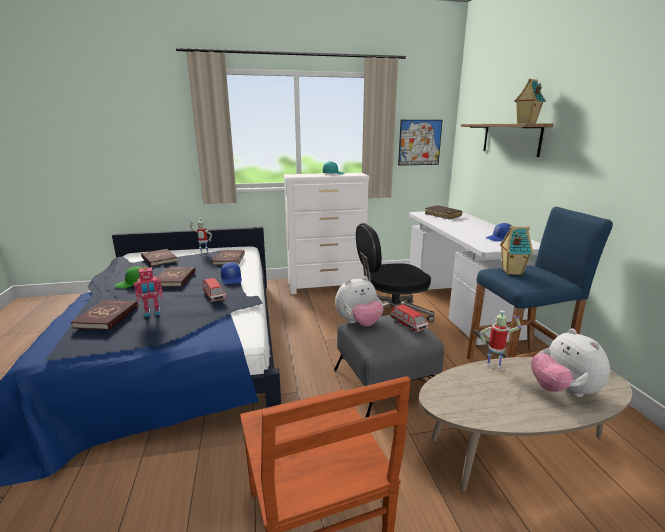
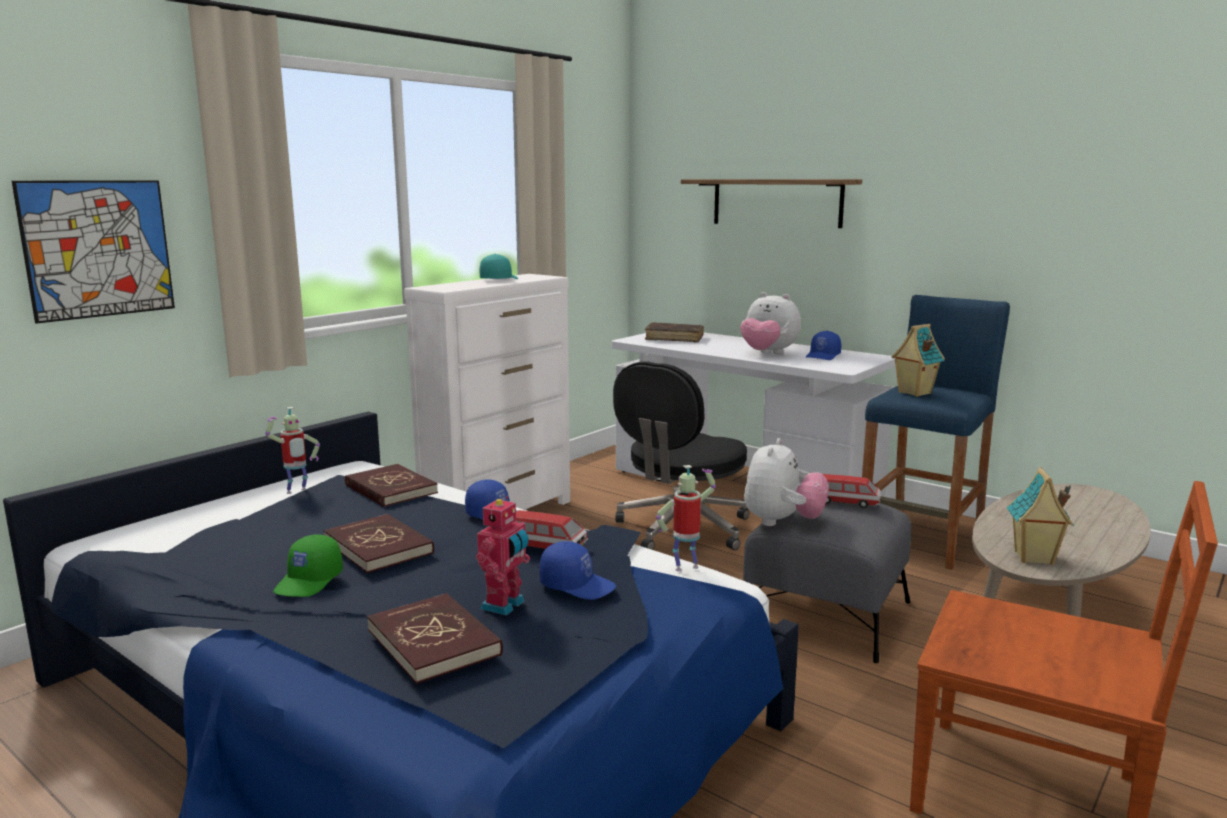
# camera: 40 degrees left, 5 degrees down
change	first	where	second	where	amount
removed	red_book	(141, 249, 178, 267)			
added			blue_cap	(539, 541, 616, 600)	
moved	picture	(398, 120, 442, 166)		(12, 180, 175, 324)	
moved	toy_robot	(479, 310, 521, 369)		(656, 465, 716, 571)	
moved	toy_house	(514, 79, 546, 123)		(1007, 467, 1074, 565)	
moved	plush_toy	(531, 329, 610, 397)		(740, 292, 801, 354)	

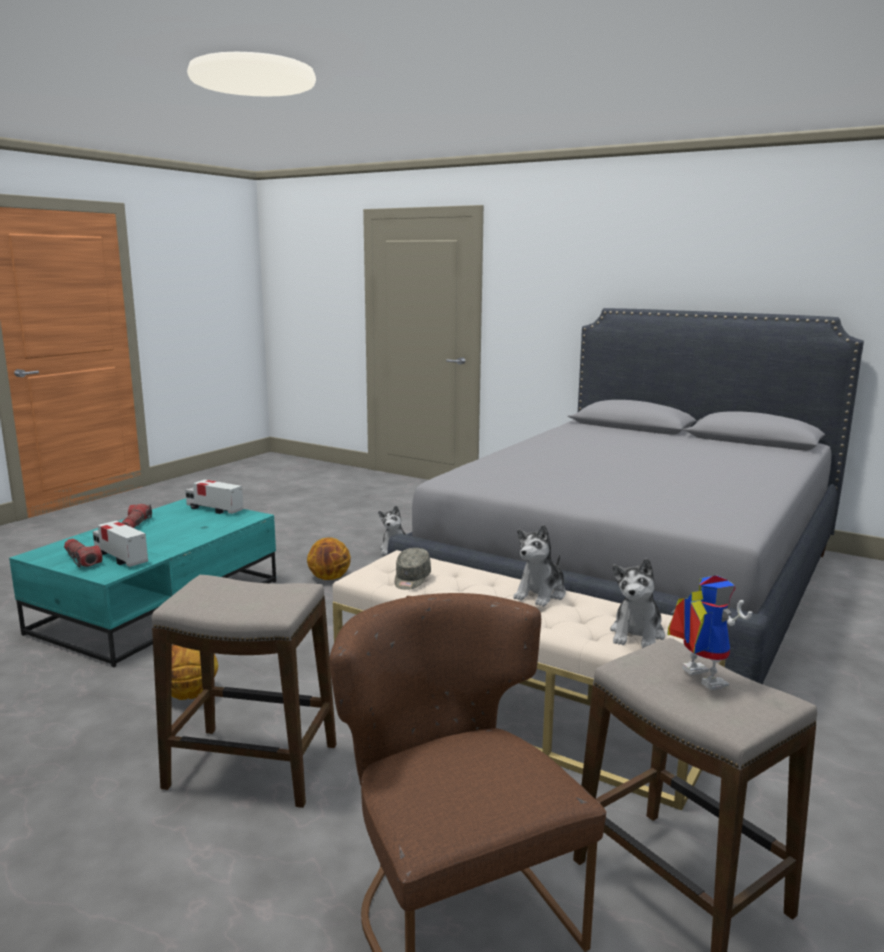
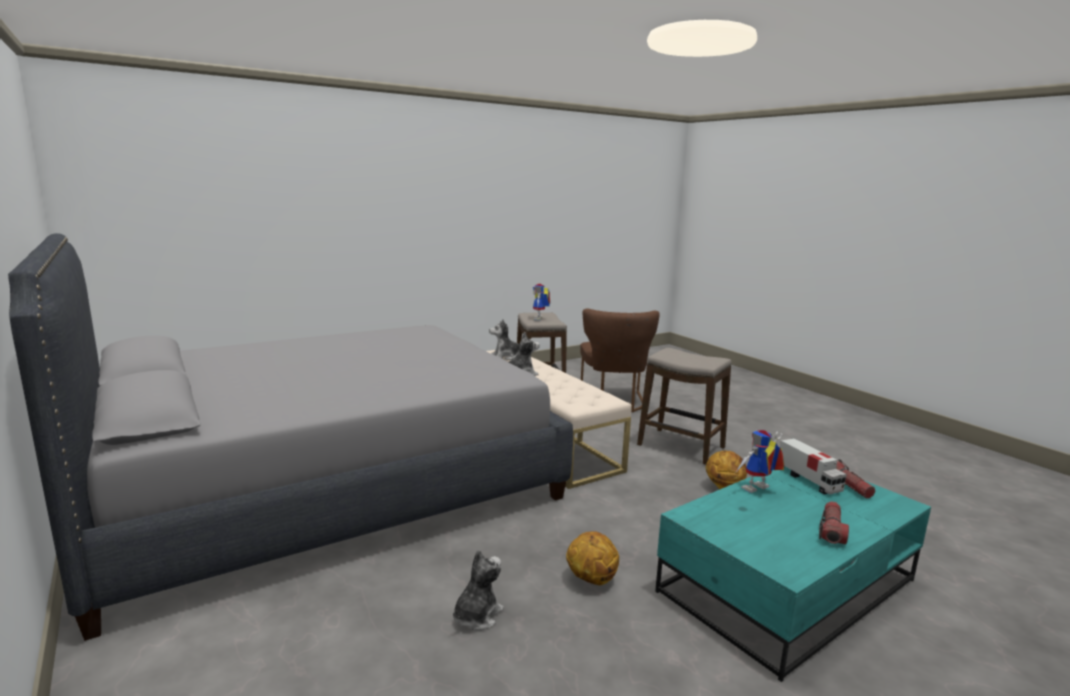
# camera: 155 degrees left, 0 degrees up
change	first	where	second	where	amount
removed	toy_truck	(185, 479, 243, 514)			
removed	grey_cap	(395, 548, 431, 590)			
added			toy_robot	(735, 430, 785, 493)	
turned	plush_toy	(610, 558, 665, 648)		(489, 319, 519, 360)	150 degrees counterclockwise

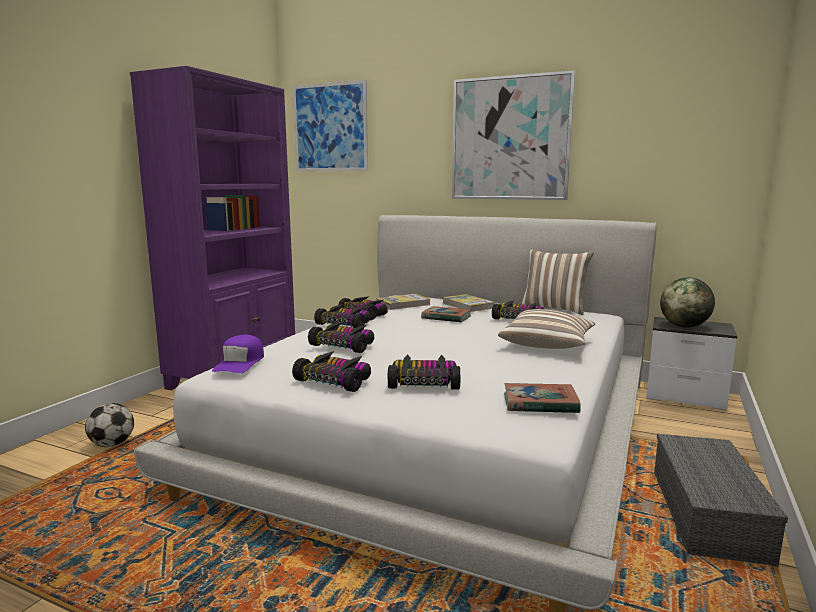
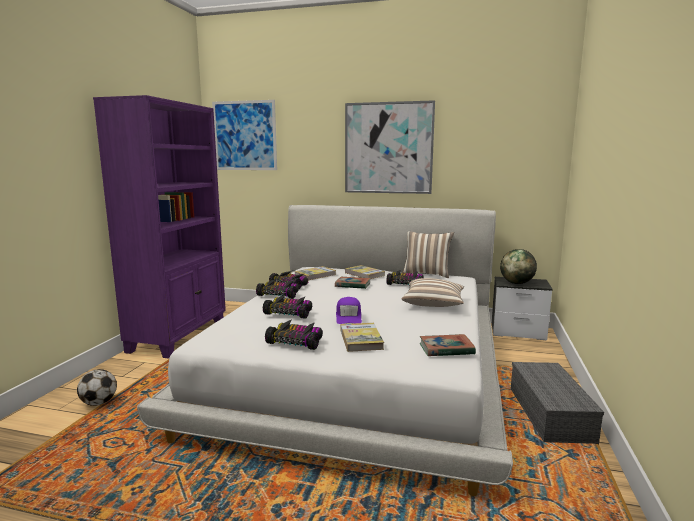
# camera: 10 degrees left, 0 degrees up
change	first	where	second	where	amount
moved	purple_cap	(212, 335, 264, 373)		(336, 297, 362, 324)	
replaced	toy_car	(388, 355, 460, 390)	book	(341, 323, 384, 352)	

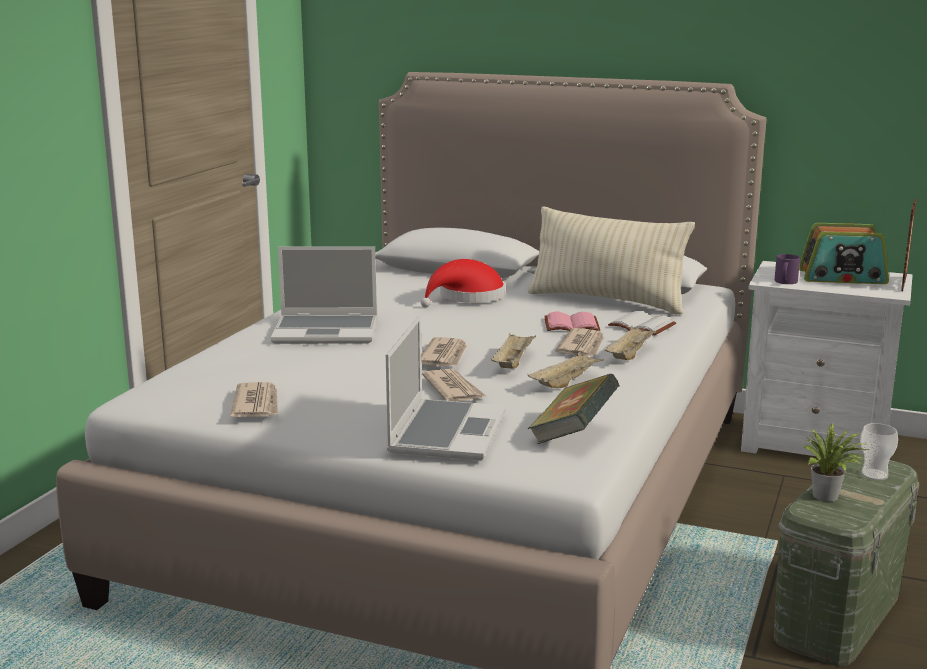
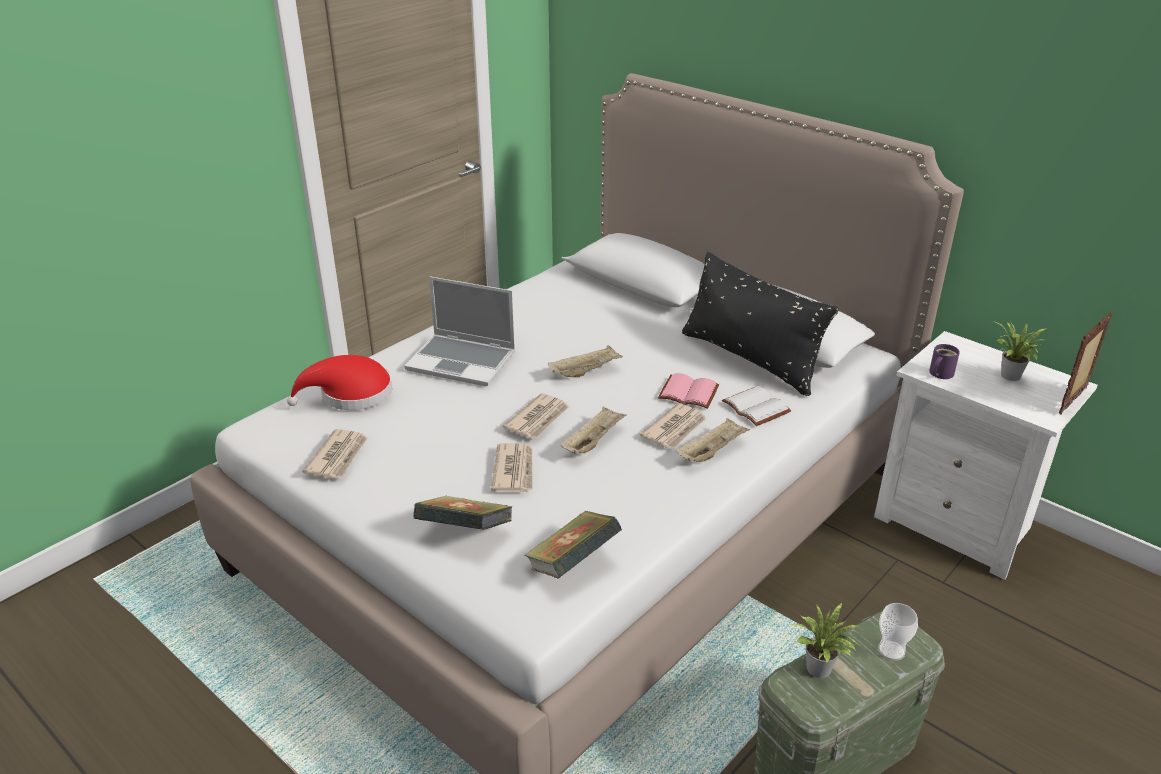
# camera: 20 degrees right, 15 degrees up
change	first	where	second	where	amount
moved	red_hat	(421, 259, 505, 307)		(287, 355, 392, 410)	
moved	beige_tray	(527, 352, 604, 388)		(548, 345, 623, 377)	
replaced	laptop	(386, 316, 506, 460)	book	(413, 496, 513, 530)	
replaced	radio	(799, 223, 889, 284)	potted_plant	(993, 321, 1047, 381)	
recoloured	beige_pillow	(528, 206, 695, 314)	black_pillow	(682, 252, 839, 396)	

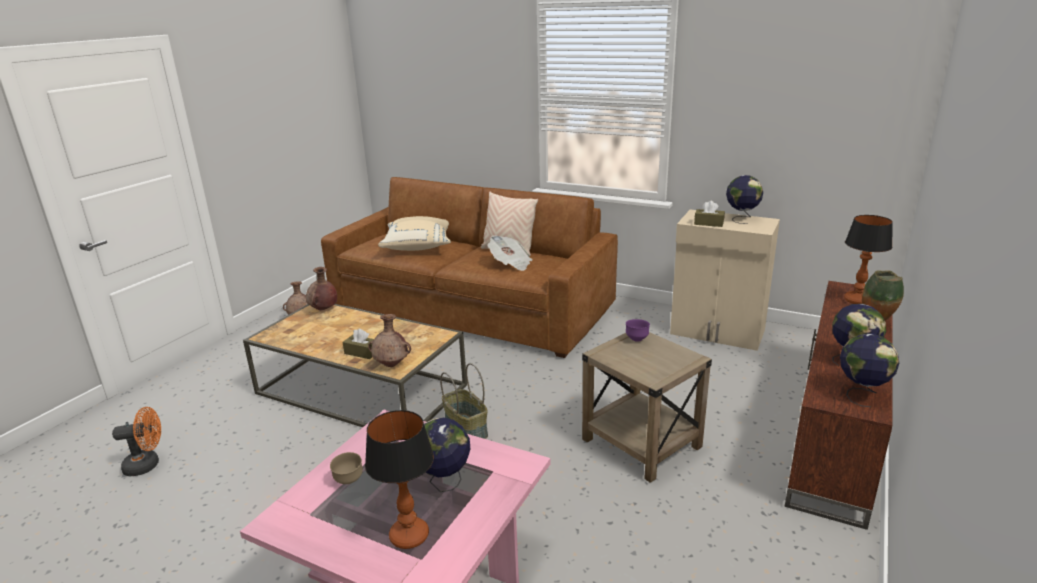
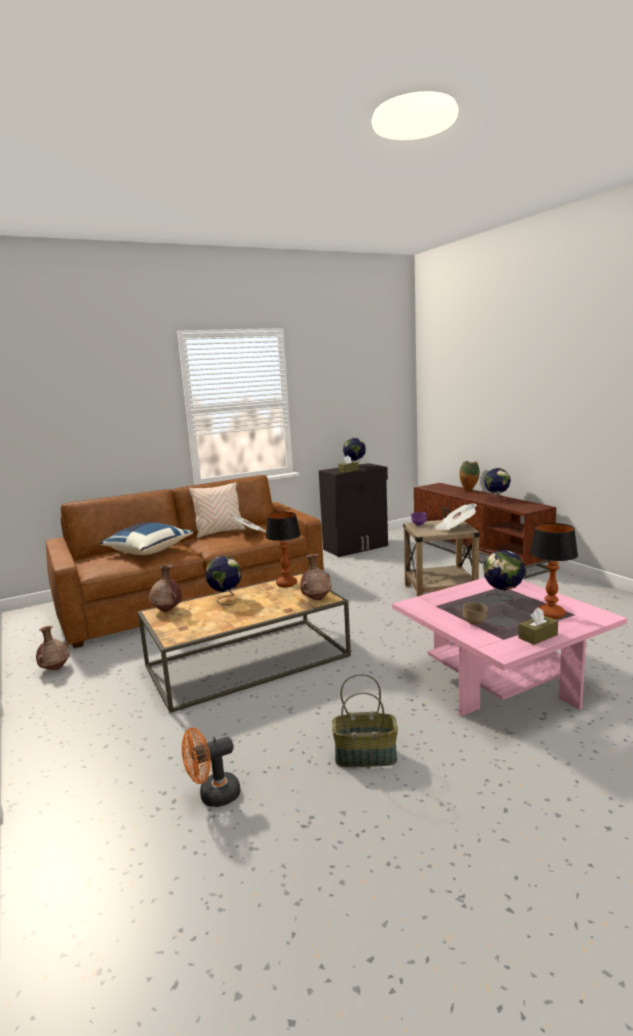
# camera: 55 degrees left, 10 degrees down
change	first	where	second	where	amount
added			newspaper	(435, 504, 477, 531)	
moved	brown_tissue_box	(343, 329, 374, 359)		(518, 607, 558, 645)	
moved	basket	(440, 363, 488, 439)		(332, 674, 398, 767)	
moved	globe	(840, 334, 899, 407)		(205, 556, 242, 605)	
moved	table_lamp	(844, 215, 893, 304)		(266, 512, 301, 587)	
recoloured	beige_pillow	(378, 216, 451, 251)	blue_pillow	(100, 522, 193, 555)	
recoloured	beige_cabinet	(670, 209, 780, 351)	black_cabinet	(319, 463, 388, 557)	
turned	orange_fan	(112, 407, 161, 476)		(182, 727, 240, 807)	135 degrees counterclockwise

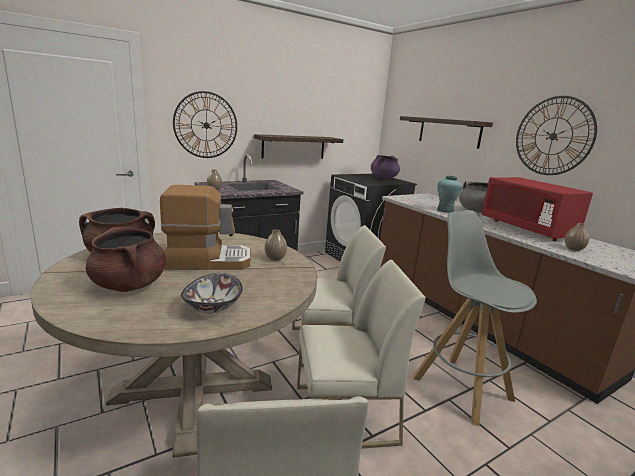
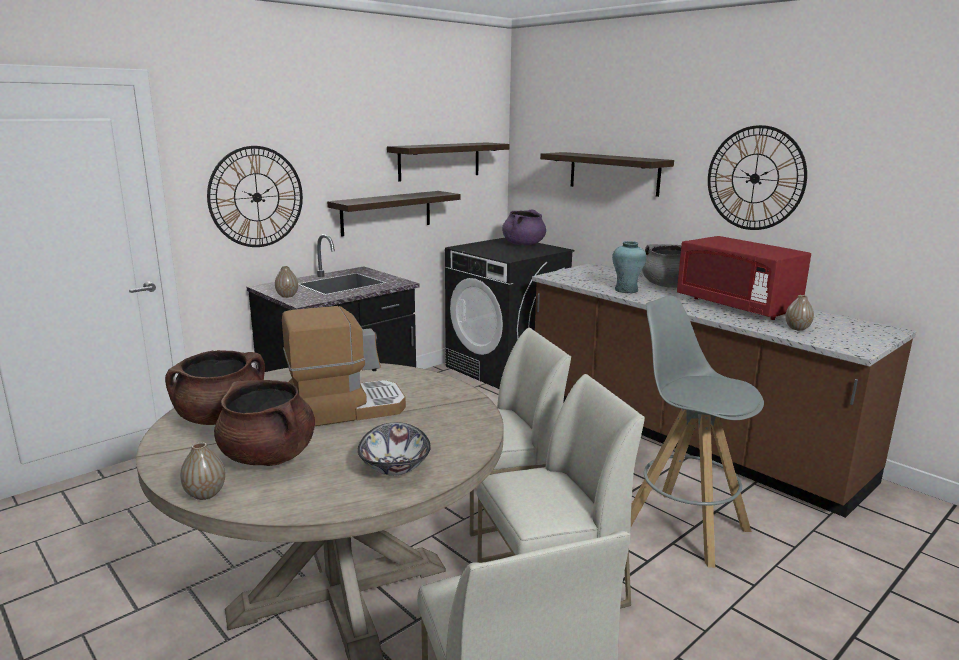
# camera: 10 degrees left, 0 degrees up
change	first	where	second	where	amount
added			shelf	(387, 142, 510, 182)	
moved	vase	(265, 230, 287, 261)		(180, 442, 225, 500)	

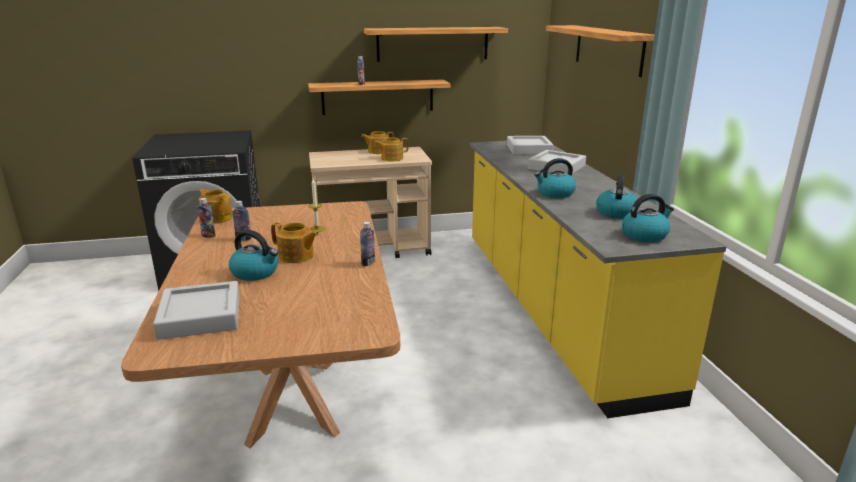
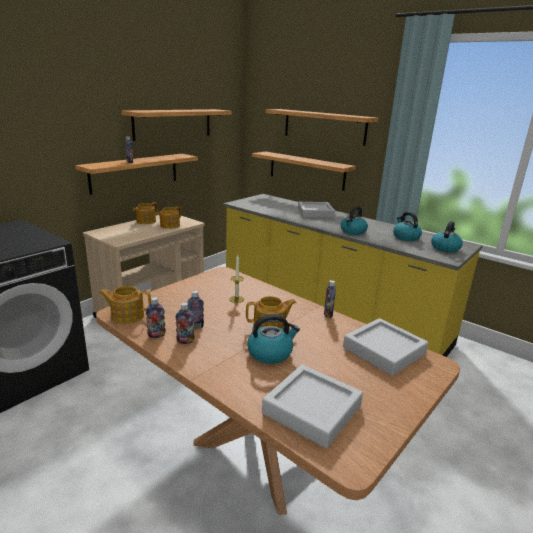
# camera: 40 degrees left, 0 degrees up
change	first	where	second	where	amount
added			bottle	(175, 302, 195, 344)	
added			shelf	(252, 151, 356, 191)	
moved	grey_tray	(507, 136, 554, 155)		(343, 318, 429, 376)	

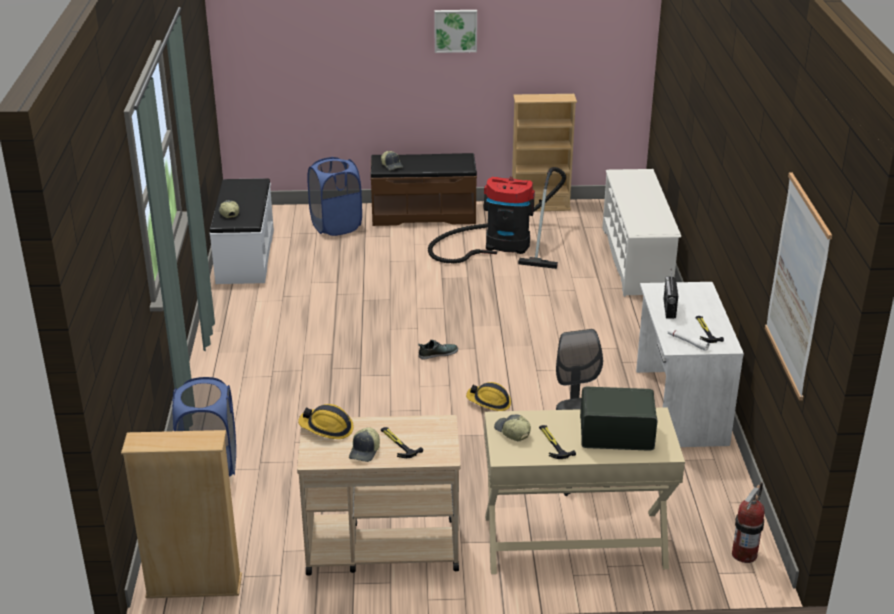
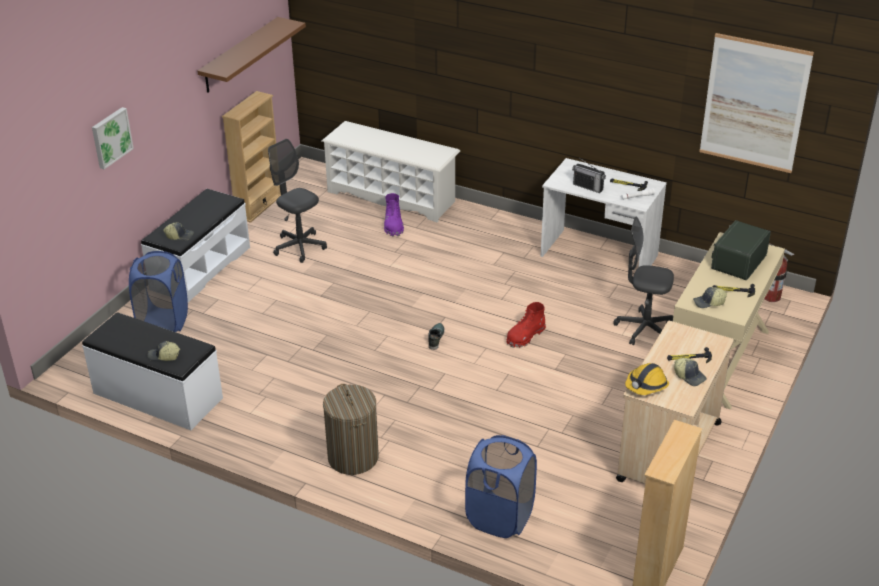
# camera: 60 degrees left, 5 degrees up
change	first	where	second	where	amount
added			brown_shelf	(197, 17, 306, 93)	
added			laundry_basket	(323, 384, 379, 475)	
added			purple_boot	(384, 193, 404, 236)	
moved	picture	(434, 10, 477, 53)		(92, 107, 134, 169)	
replaced	vacuum_cleaner	(428, 167, 566, 269)	grey_office_chair	(268, 139, 327, 263)	
replaced	hard_hat	(466, 382, 511, 411)	red_boot	(507, 302, 546, 348)	
recoloured	brown_bench	(370, 153, 477, 226)	white_bench	(141, 189, 250, 302)	

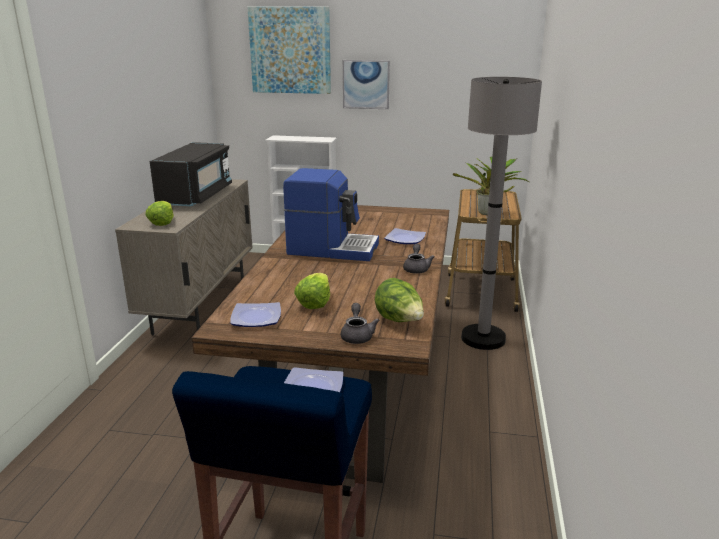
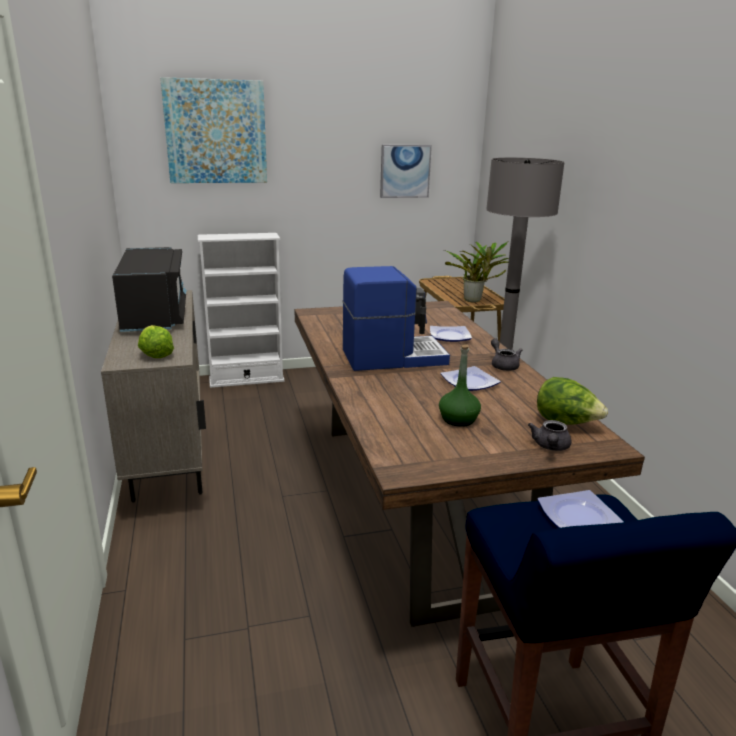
# camera: 25 degrees left, 0 degrees up
change	first	where	second	where	amount
moved	plate	(230, 302, 281, 327)		(440, 366, 501, 391)	
moved	picture	(343, 60, 390, 109)		(380, 145, 432, 198)	
replaced	lettuce	(294, 273, 330, 309)	green_bottle	(439, 344, 481, 427)	
turned	grey_teapot	(341, 303, 380, 344)		(528, 420, 571, 451)	135 degrees counterclockwise

